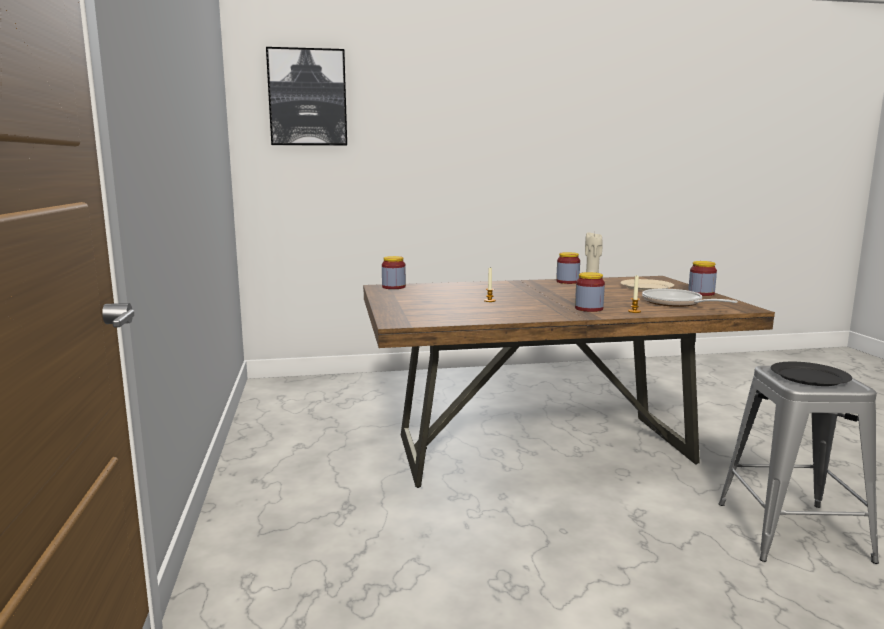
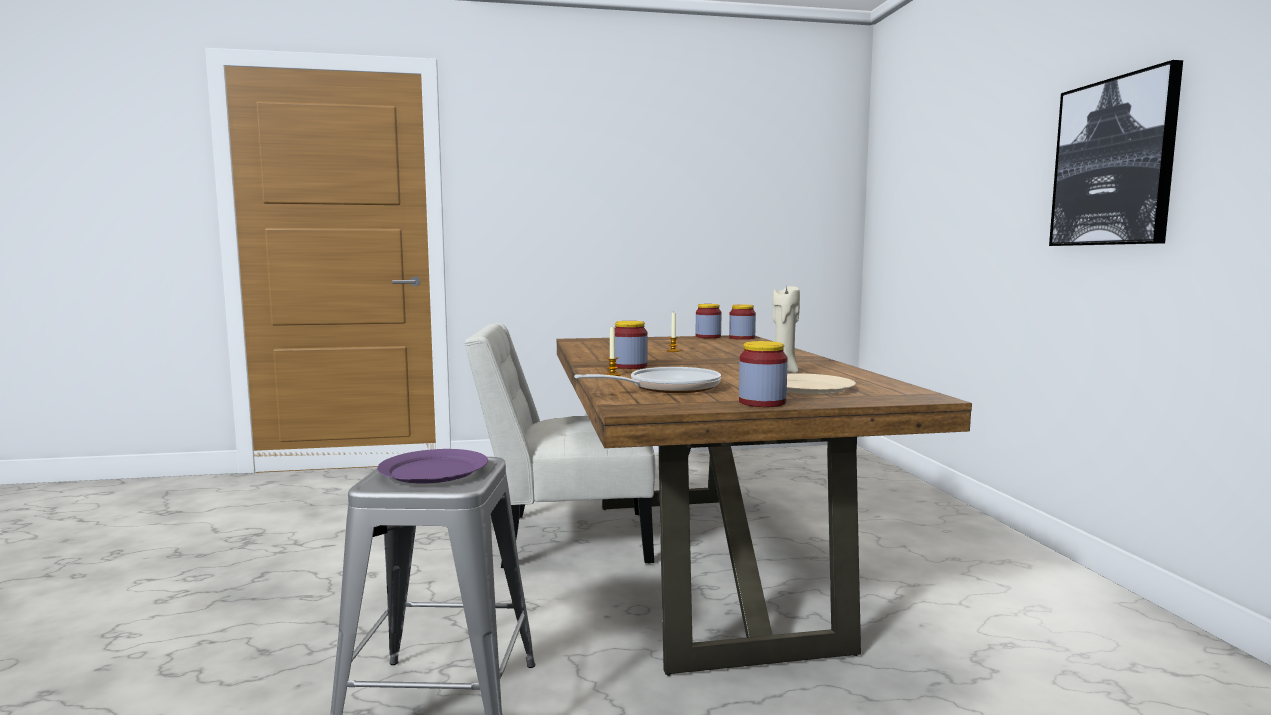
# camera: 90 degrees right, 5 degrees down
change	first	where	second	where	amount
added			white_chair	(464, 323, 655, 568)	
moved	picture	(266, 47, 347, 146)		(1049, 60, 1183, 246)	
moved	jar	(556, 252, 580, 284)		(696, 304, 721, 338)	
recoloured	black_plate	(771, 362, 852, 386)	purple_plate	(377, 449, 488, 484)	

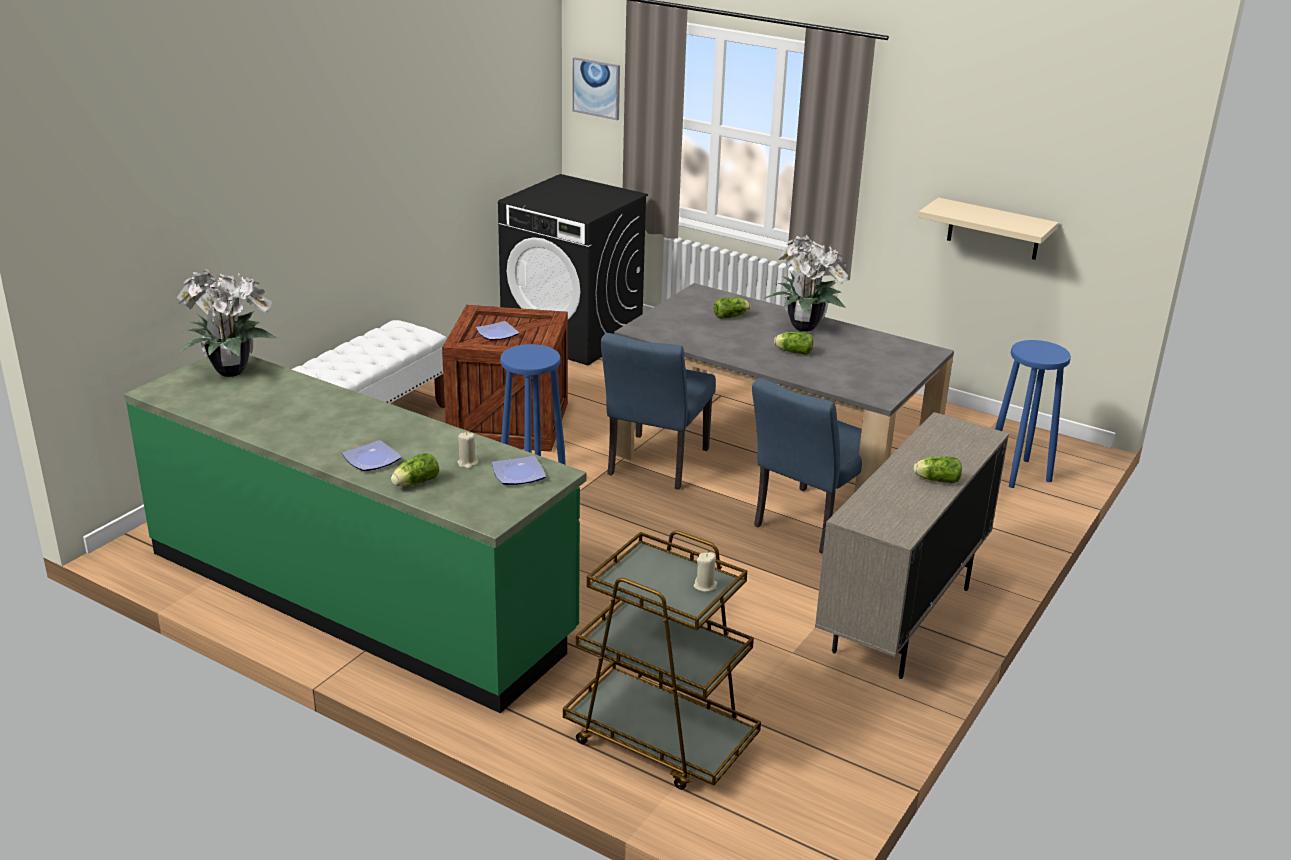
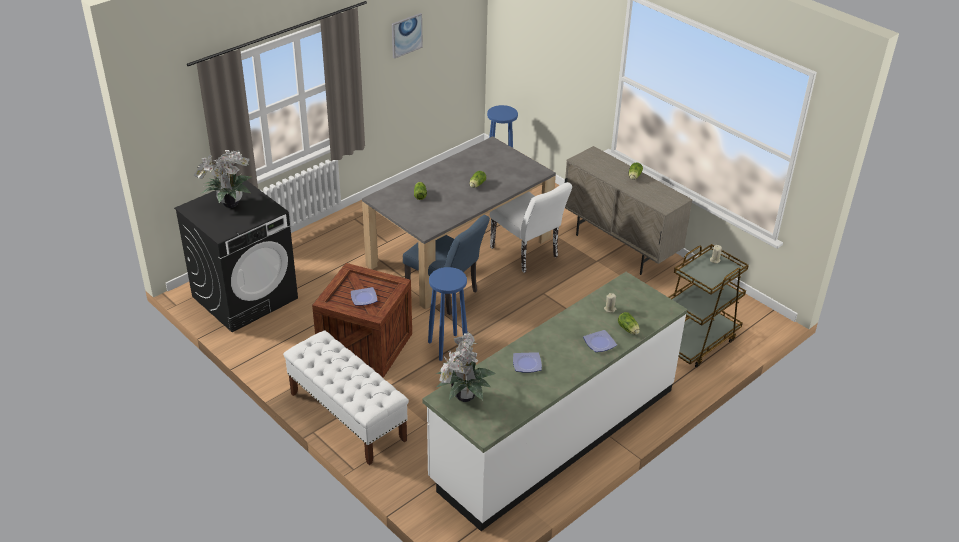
# camera: 75 degrees left, 10 degrees up
change	first	where	second	where	amount
removed	beige_shelf	(918, 198, 1058, 260)			
moved	plate	(492, 456, 546, 485)		(513, 352, 542, 373)	
moved	picture	(573, 57, 620, 120)		(392, 13, 423, 59)	
moved	potted_plant	(763, 235, 849, 332)		(193, 150, 252, 208)	
recoloured	green_counter	(124, 355, 587, 713)	white_counter	(422, 272, 687, 531)	
recoloured	blue_chair	(752, 378, 862, 554)	white_chair	(490, 182, 572, 273)	

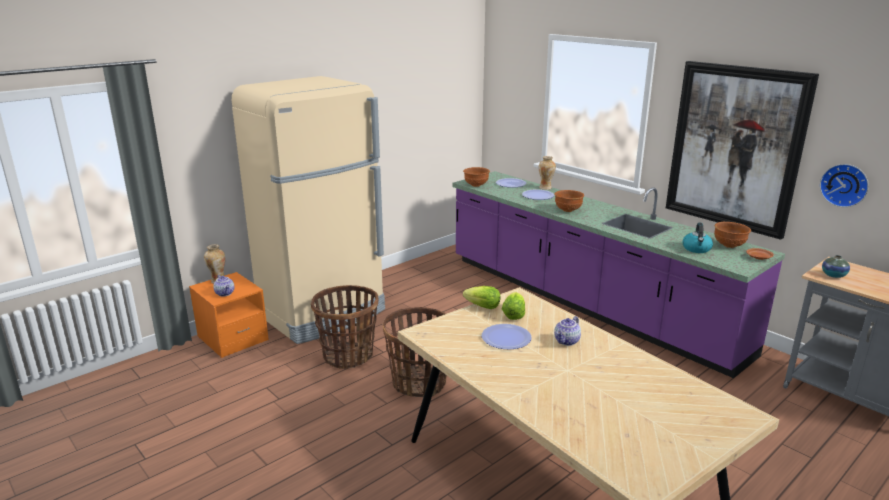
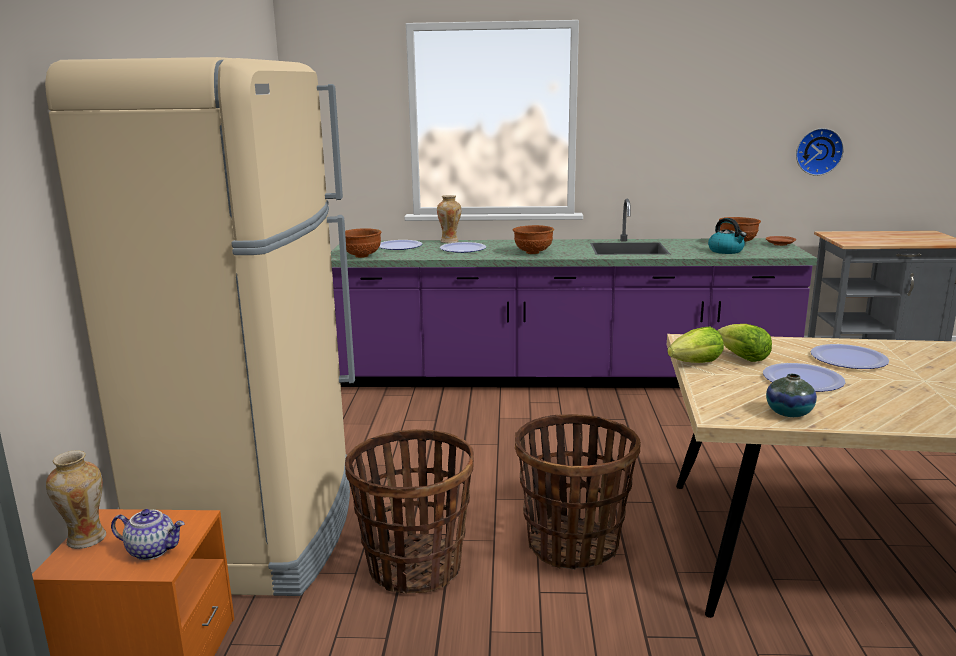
# camera: 45 degrees left, 5 degrees down
change	first	where	second	where	amount
removed	picture	(666, 61, 819, 240)			
moved	vase	(822, 255, 850, 278)		(766, 374, 817, 417)	
replaced	teapot	(554, 316, 581, 346)	plate	(810, 344, 889, 369)	

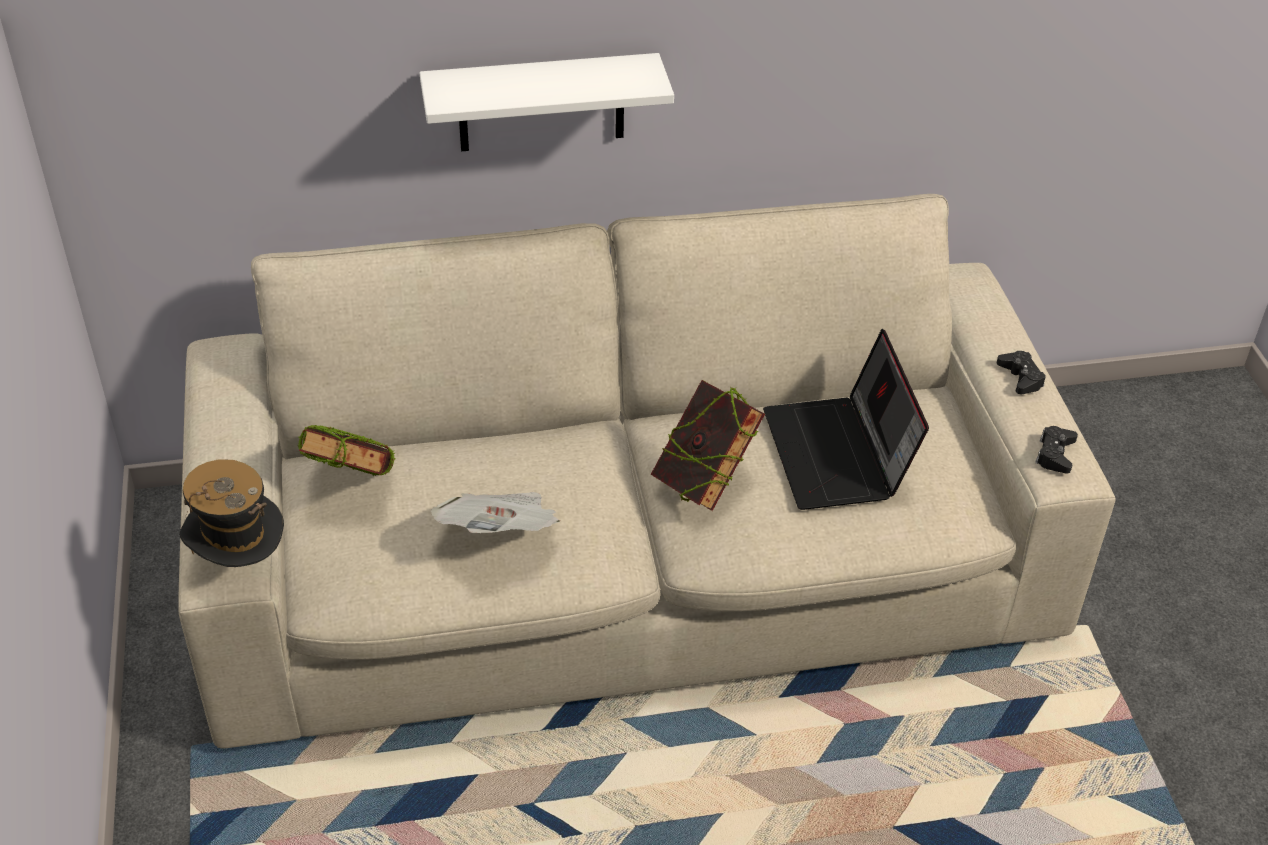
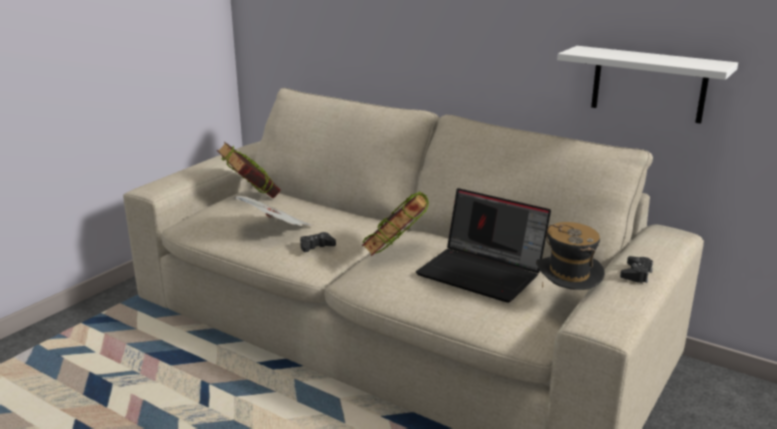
# camera: 45 degrees right, 20 degrees down
change	first	where	second	where	amount
moved	hat	(179, 459, 284, 567)		(536, 222, 605, 290)	
moved	white_shelf	(420, 53, 674, 151)		(557, 46, 738, 124)	
moved	black_game_controller	(1035, 426, 1078, 474)		(300, 232, 336, 252)	
turned	laptop	(763, 329, 929, 510)		(416, 188, 551, 303)	90 degrees counterclockwise

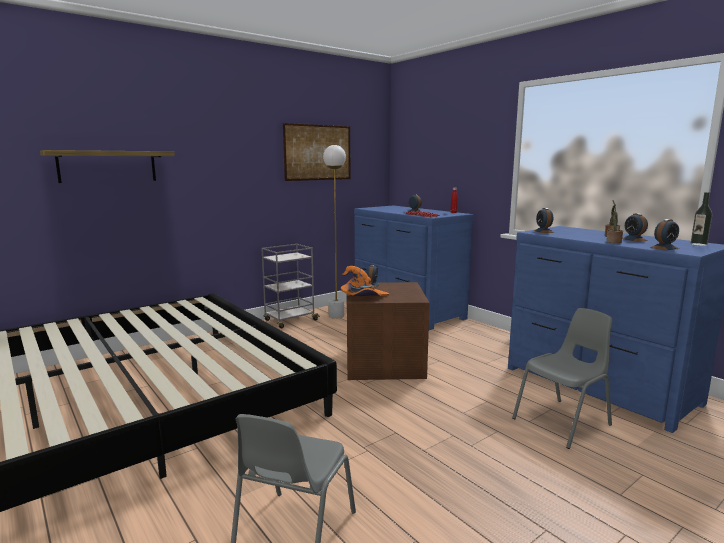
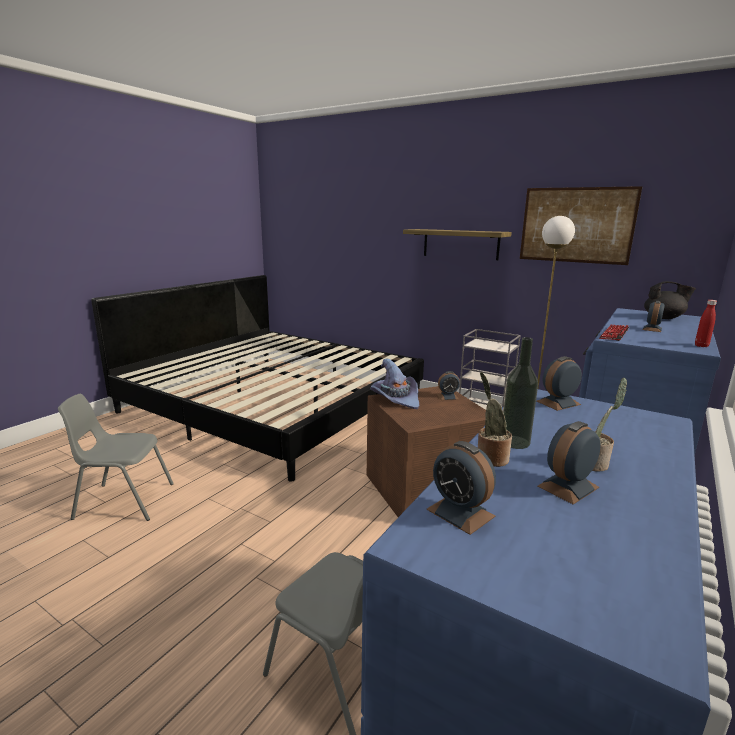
# camera: 70 degrees right, 5 degrees up
change	first	where	second	where	amount
added			black_teapot	(644, 281, 696, 319)	
moved	shelf	(40, 150, 175, 183)		(403, 229, 512, 260)	
moved	bottle	(691, 192, 712, 246)		(503, 337, 538, 449)	
recoloured	orange_hat	(341, 266, 389, 296)	purple_hat	(370, 359, 419, 409)	

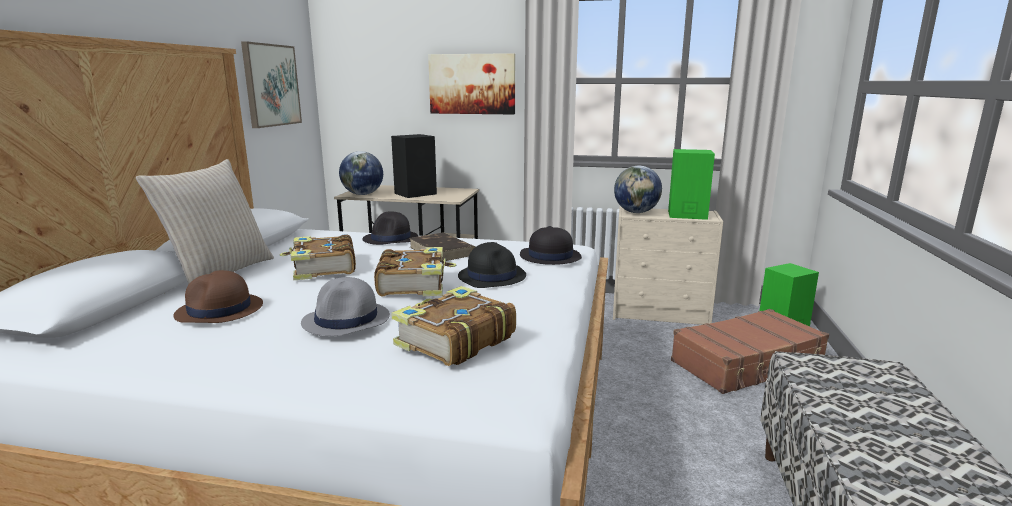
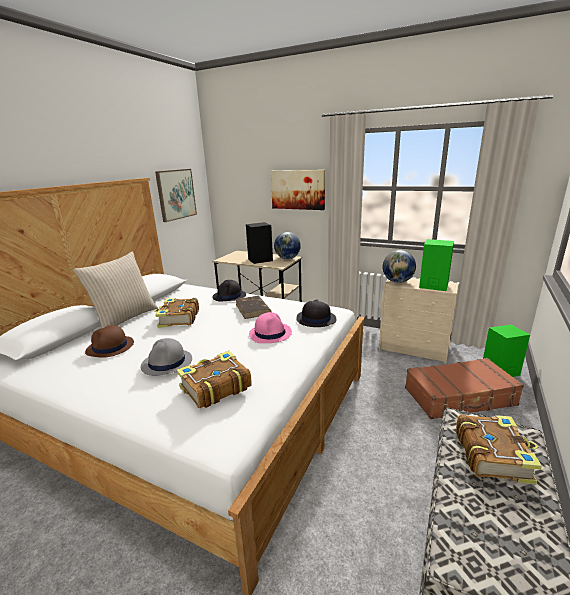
# camera: 15 degrees right, 5 degrees up
change	first	where	second	where	amount
moved	globe	(339, 151, 383, 195)		(274, 232, 301, 259)	
moved	book	(374, 247, 456, 296)		(456, 414, 542, 485)	
recoloured	black_hat	(458, 242, 526, 288)	pink_hat	(249, 312, 292, 343)	

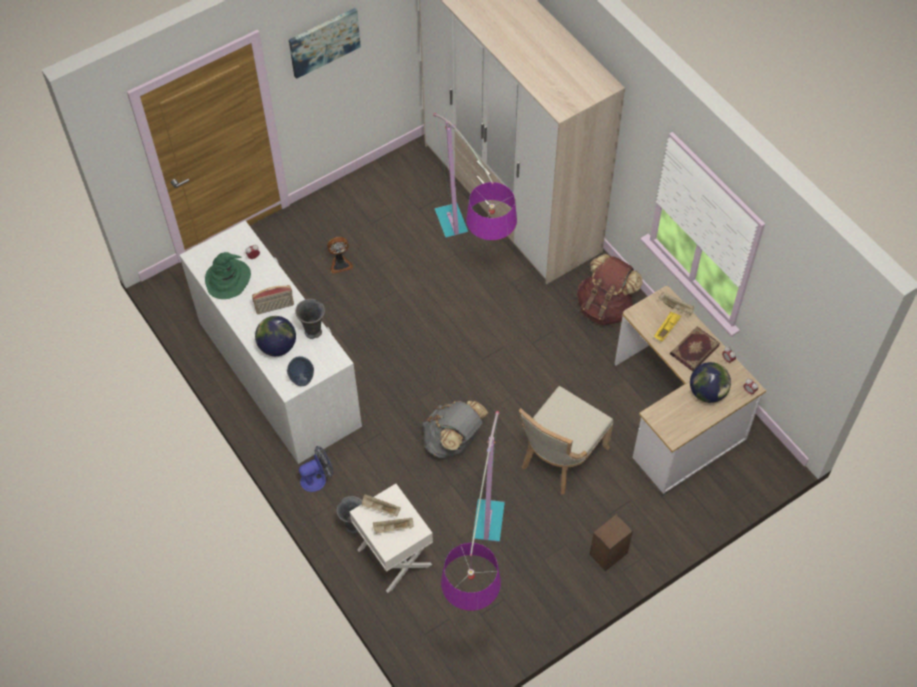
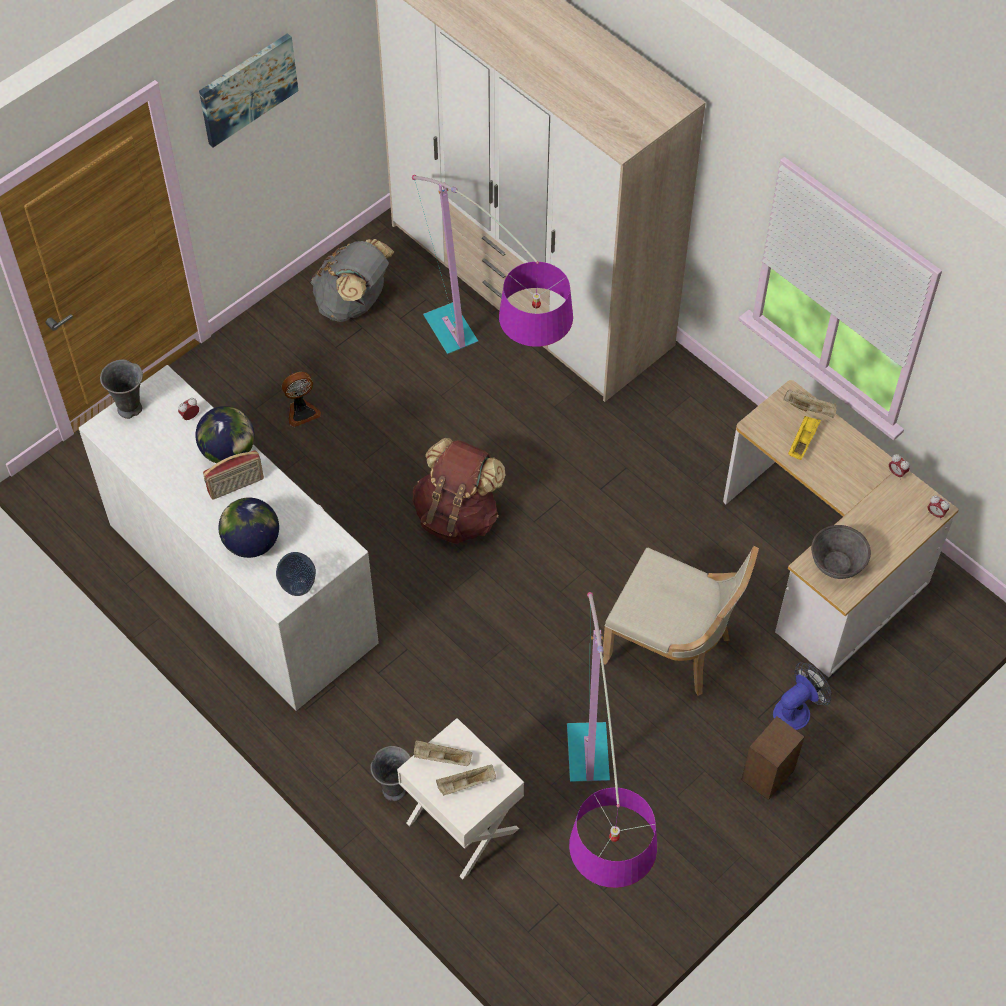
# camera: 10 degrees left, 0 degrees up
change	first	where	second	where	amount
removed	green_hat	(205, 252, 251, 299)			
removed	book	(670, 326, 720, 371)			
added			grey_bowl	(811, 525, 871, 579)	
moved	grey_vase	(295, 299, 325, 339)		(100, 360, 143, 419)	
moved	fan	(299, 446, 333, 492)		(773, 662, 832, 730)	
moved	grey_backpack	(422, 401, 488, 458)		(310, 239, 394, 322)	
moved	brown_backpack	(577, 254, 642, 326)		(412, 438, 506, 544)	
moved	globe	(690, 362, 731, 403)		(195, 406, 254, 463)	
turned	beige_chair	(519, 386, 613, 494)		(600, 546, 759, 696)	90 degrees counterclockwise

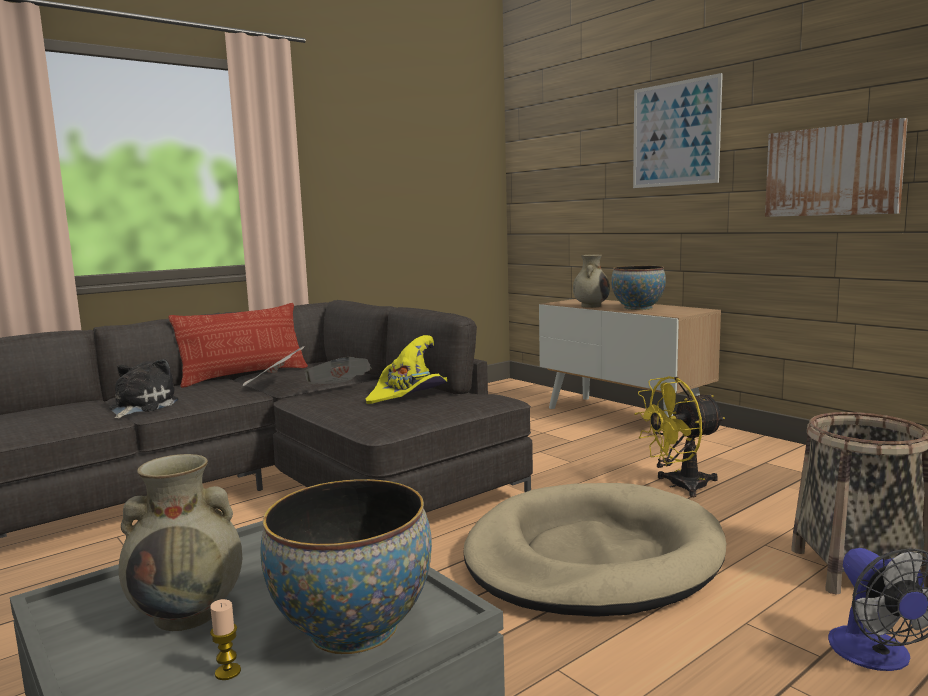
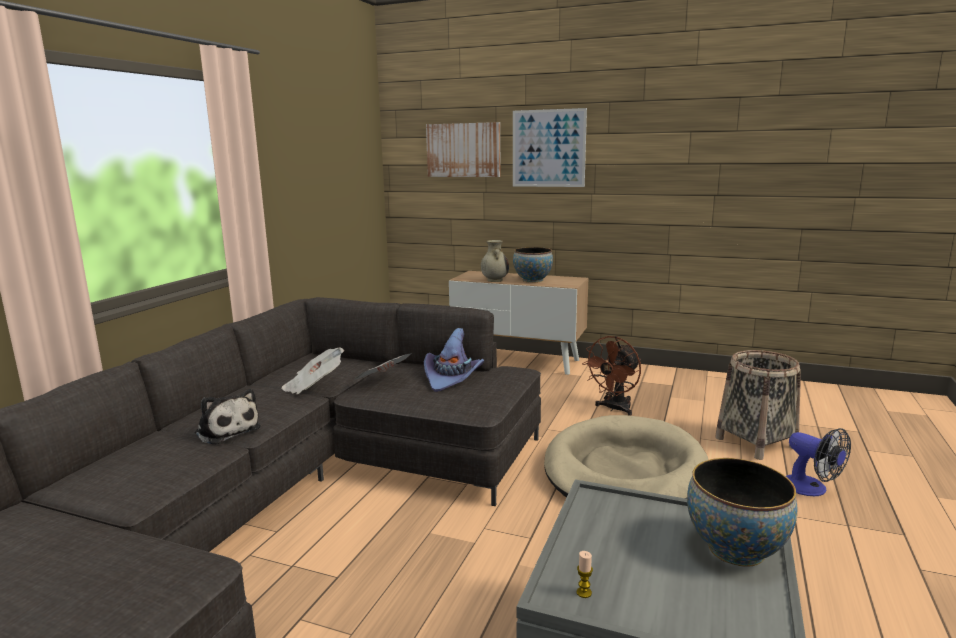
# camera: 30 degrees left, 5 degrees up
change	first	where	second	where	amount
removed	beige_vase	(119, 454, 242, 631)			
removed	pillow	(169, 303, 308, 388)			
moved	candle	(210, 599, 241, 680)		(577, 551, 593, 598)	
moved	picture	(765, 118, 908, 217)		(426, 122, 501, 177)	
recoloured	yellow_hat	(366, 335, 447, 404)	purple_hat	(424, 328, 484, 392)	
recoloured	yellow_fan	(634, 376, 725, 497)	brown_fan	(582, 336, 641, 416)	
turned	plush_toy	(109, 359, 179, 419)		(195, 389, 261, 445)	150 degrees clockwise

